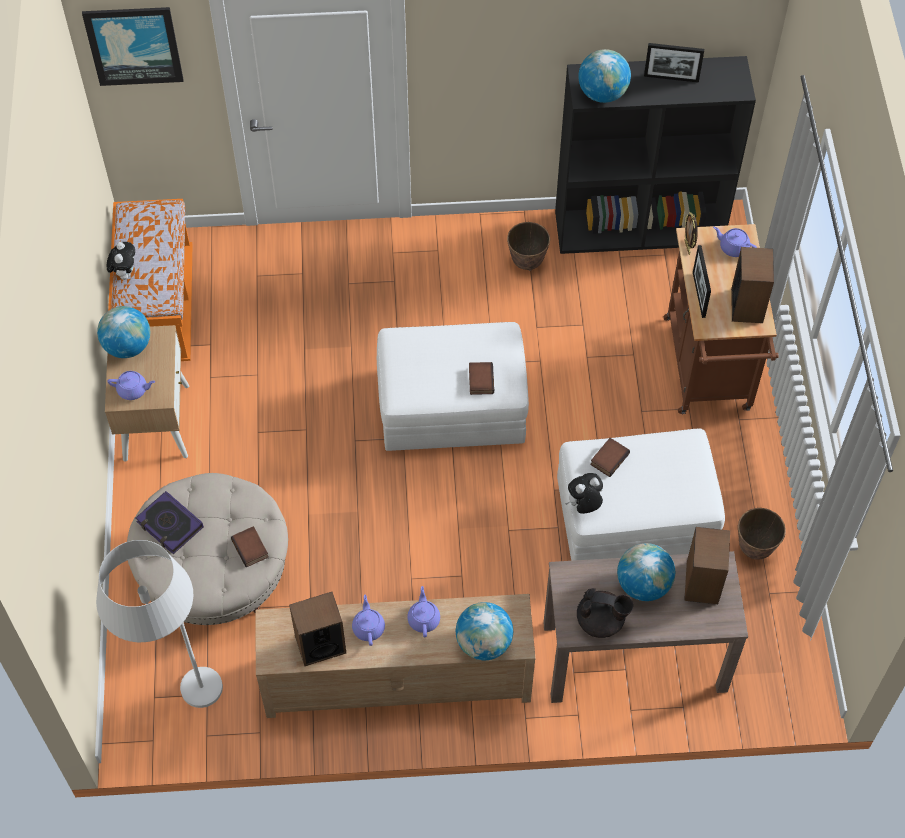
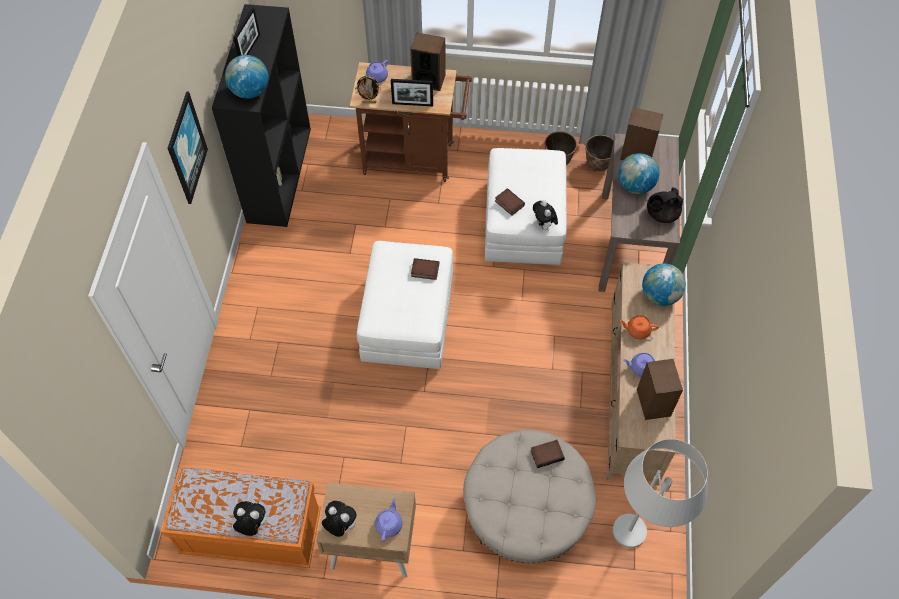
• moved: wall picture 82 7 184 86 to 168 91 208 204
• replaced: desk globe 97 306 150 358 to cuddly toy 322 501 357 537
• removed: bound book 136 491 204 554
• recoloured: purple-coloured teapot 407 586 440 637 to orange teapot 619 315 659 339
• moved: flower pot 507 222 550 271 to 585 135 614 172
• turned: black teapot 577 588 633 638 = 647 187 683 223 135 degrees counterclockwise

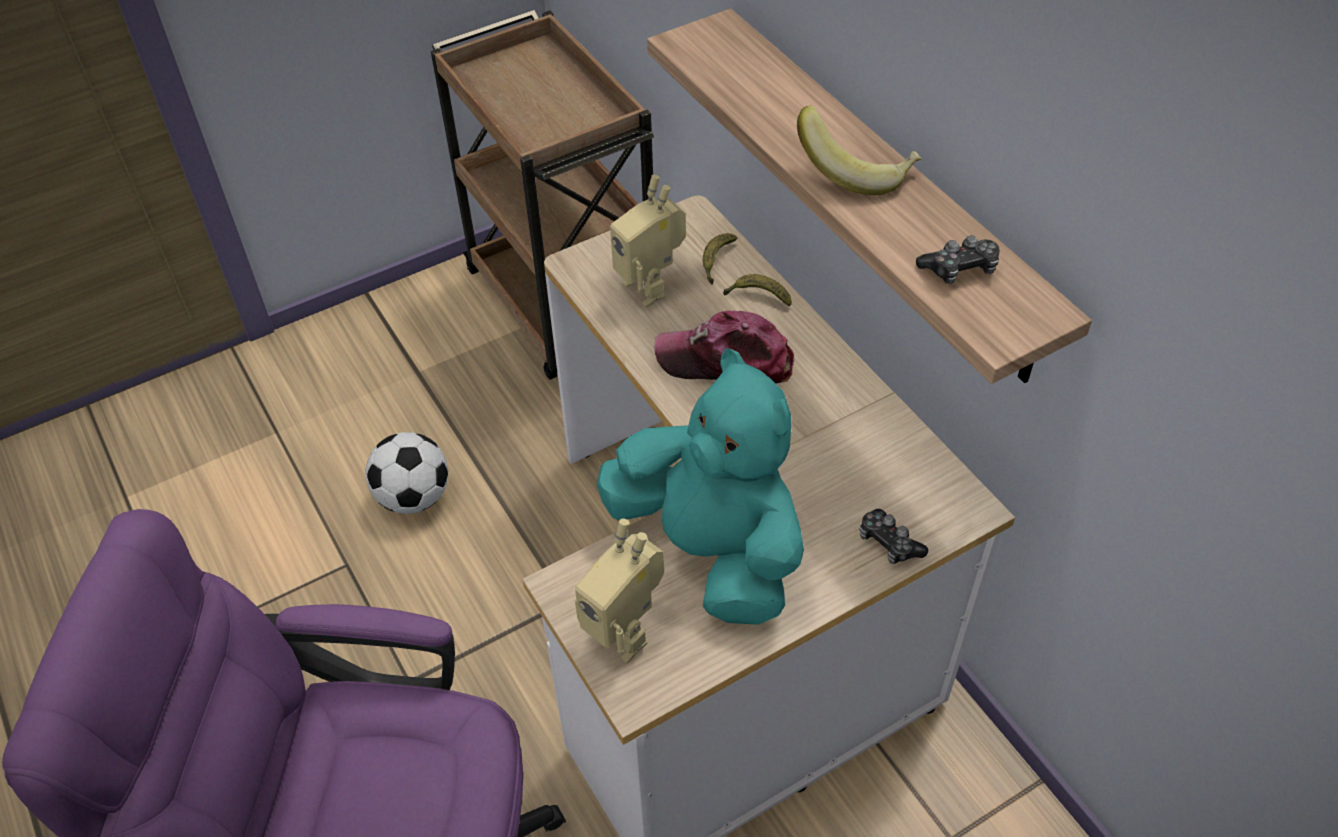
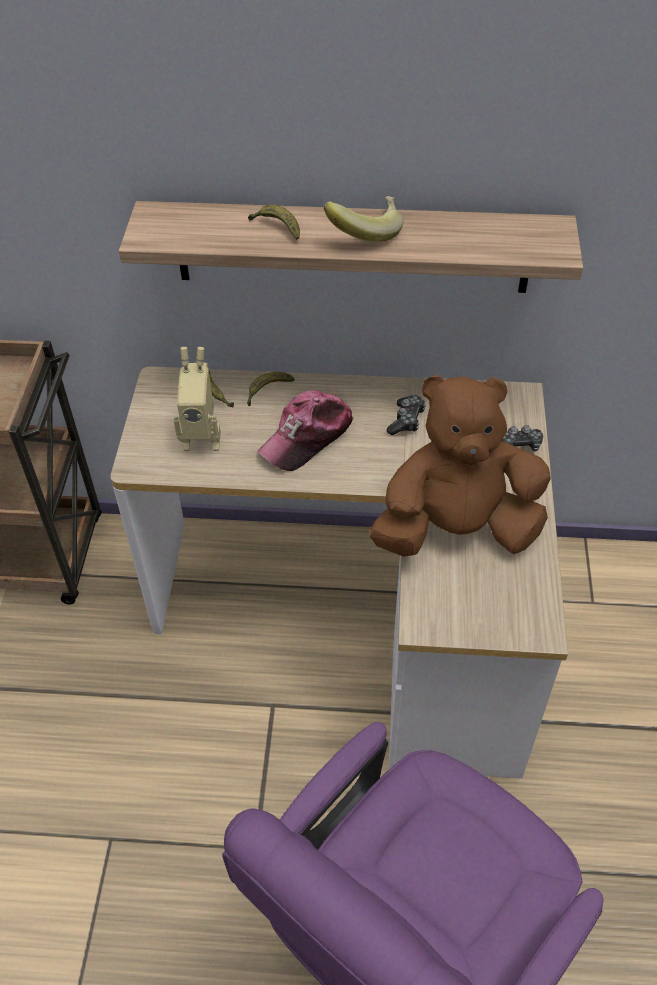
• removed: ball for football 365 432 449 514
• removed: robot figure 575 518 664 663
• recoloured: turquoise cuddly toy 597 348 804 625 to brownish cuddly toy 369 375 551 557
• moved: gamepad 916 235 1000 284 to 387 395 426 435
• added: whole banana 248 205 300 240

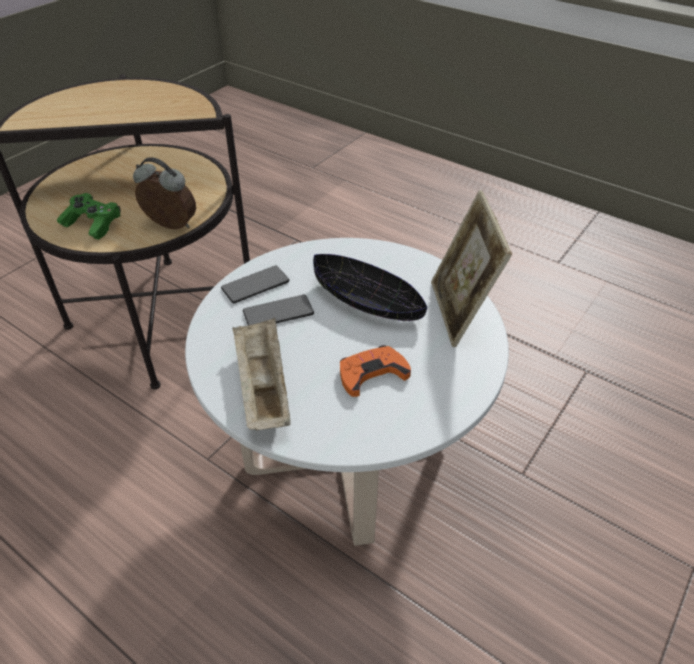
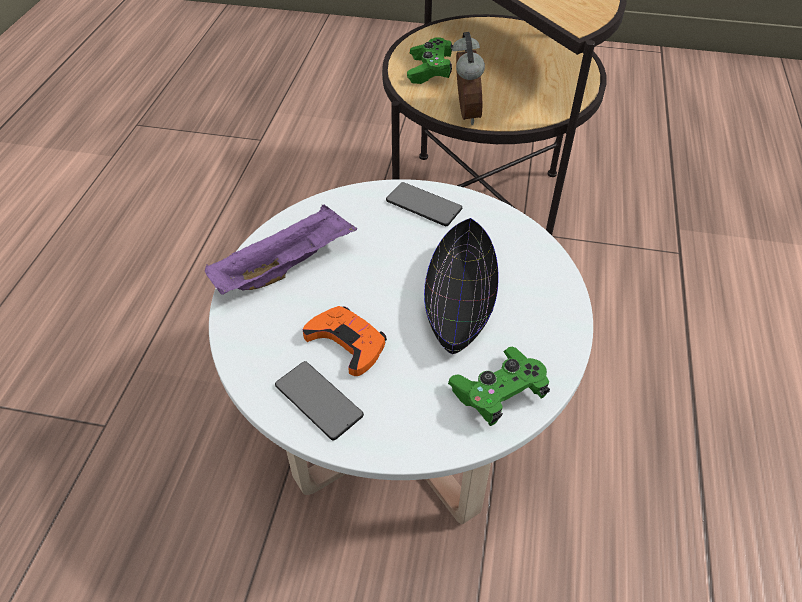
• recoloured: sand-coloured carrying tray 232 317 291 430 to purple-coloured carrying tray 205 204 357 295
• moved: phone 243 295 314 325 to 275 361 364 440
• replaced: standing frame 431 190 512 347 to greenish gamepad 448 347 550 426

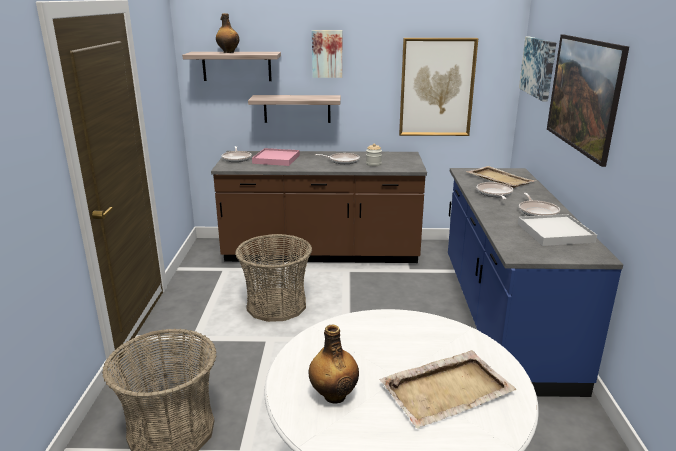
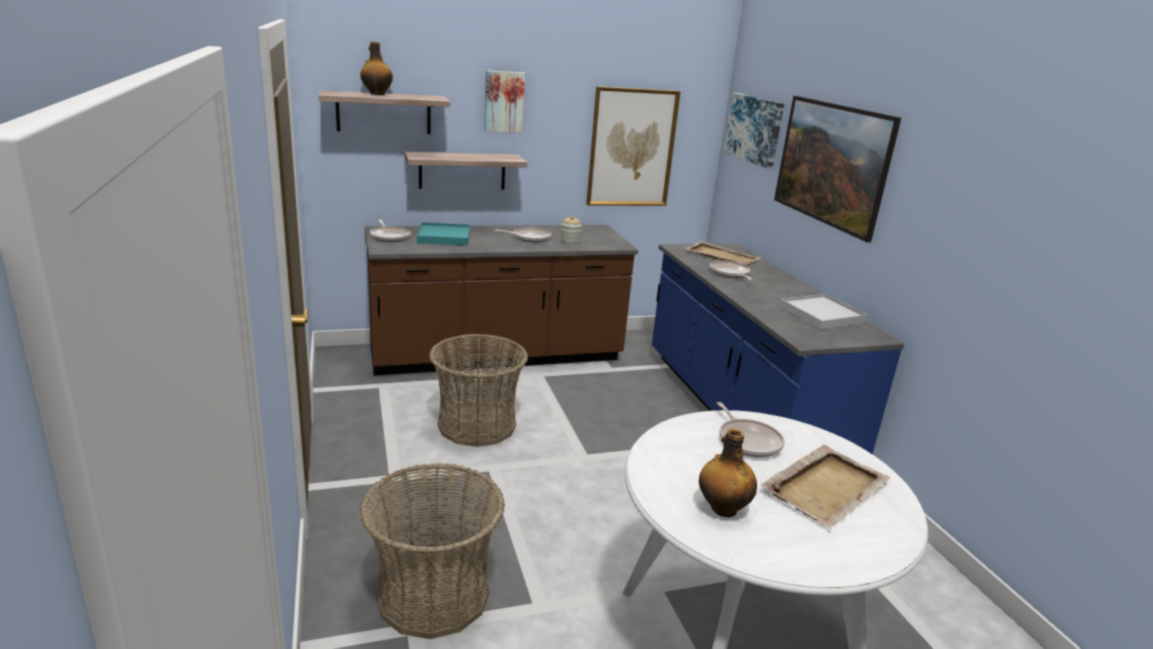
• recoloured: pinkish carrying tray 252 148 300 166 to turquoise carrying tray 417 222 470 246
• moved: pan 519 193 560 216 to 717 402 785 458

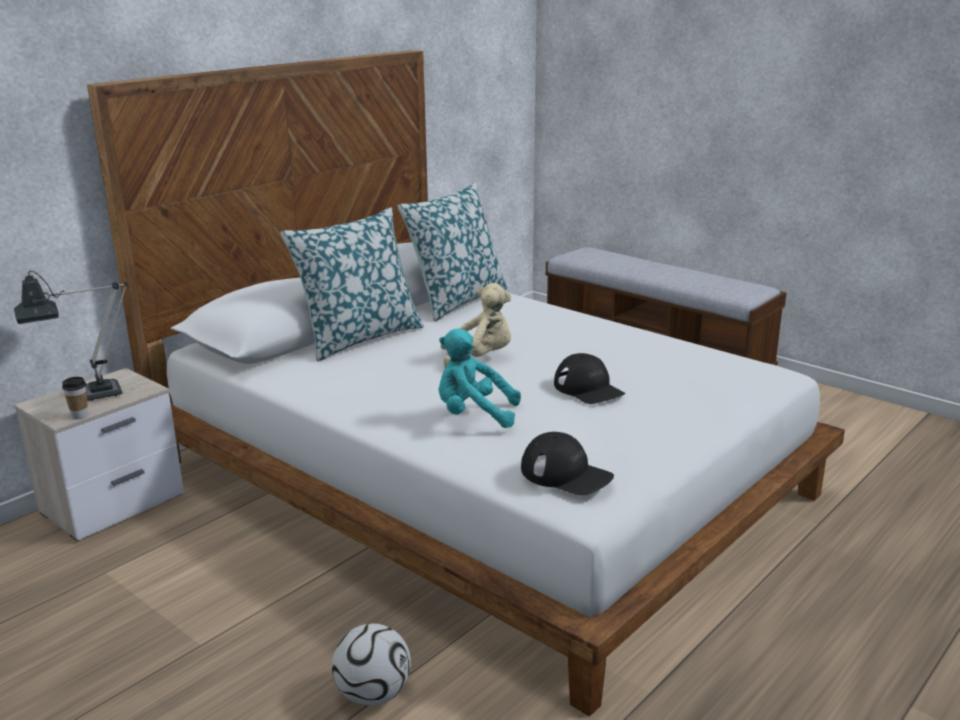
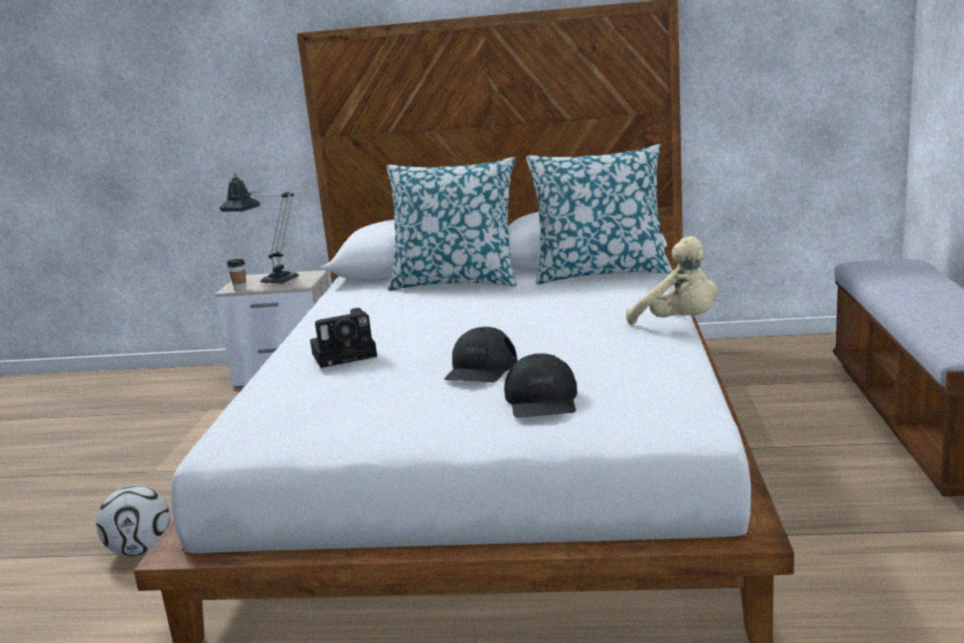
• replaced: turquoise cuddly toy 438 329 521 428 to photo camera 310 308 377 368
• moved: sand-coloured cuddly toy 441 283 511 368 to 626 236 718 325
• moved: black cap 521 432 614 495 to 504 353 577 418

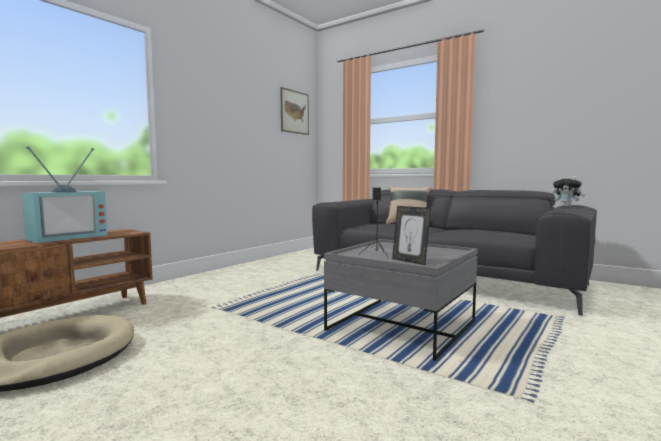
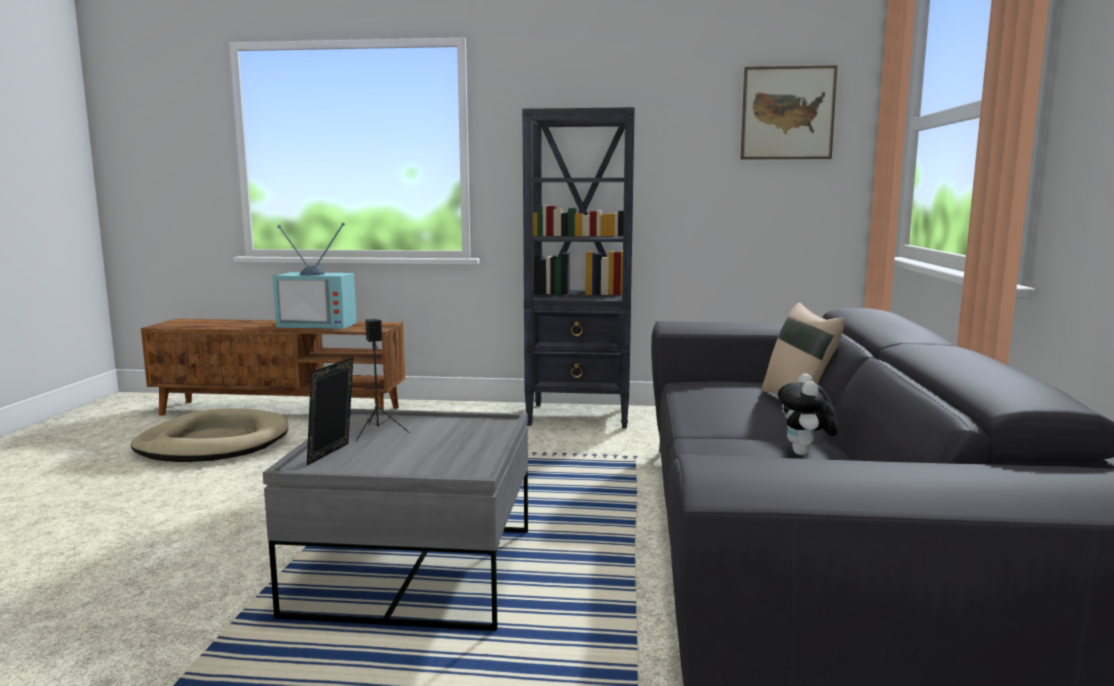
• moved: cuddly toy 553 176 585 207 to 778 373 838 455
• added: black bookcase 522 107 635 429

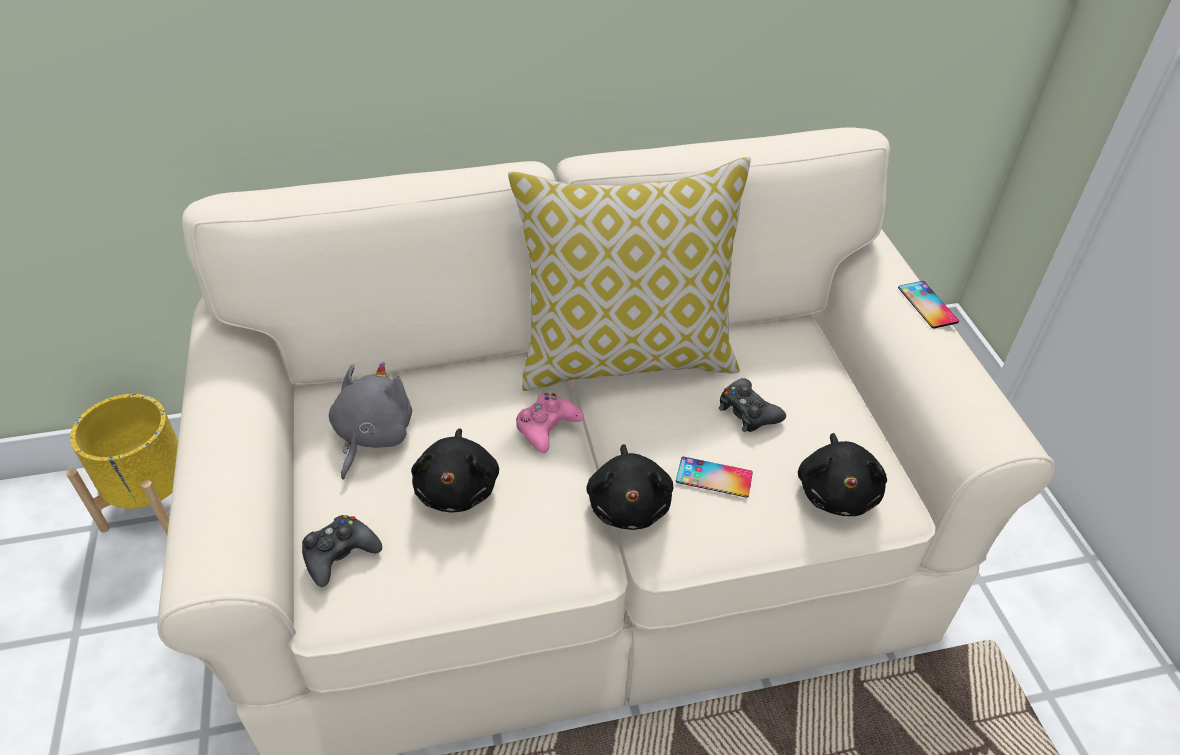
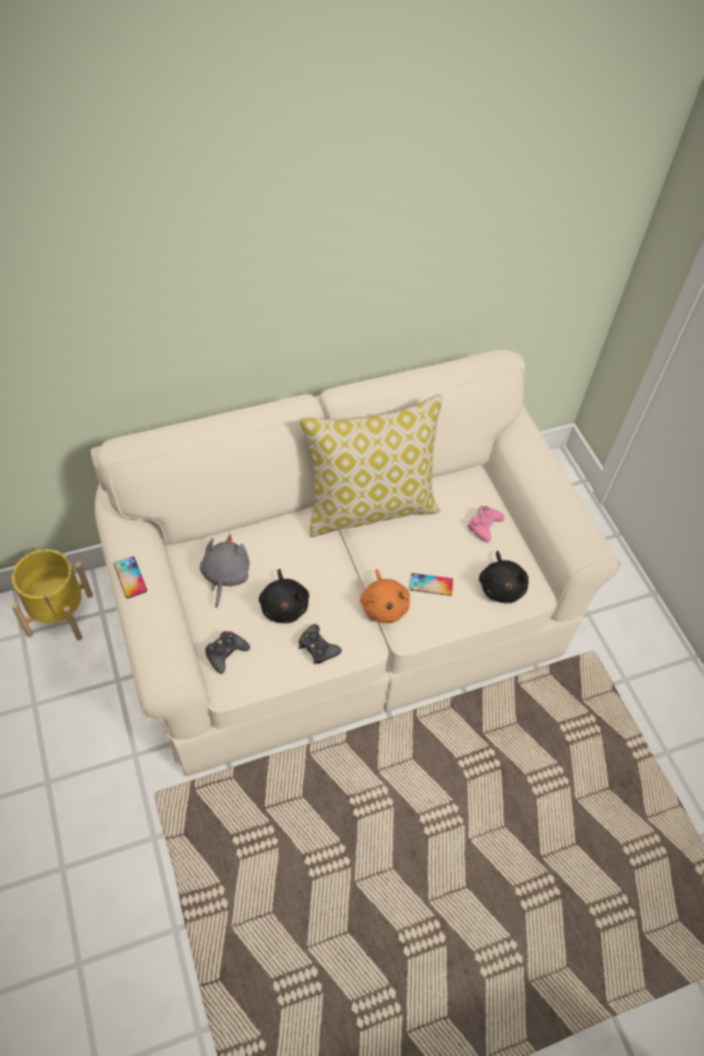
• moved: pinkish gamepad 516 393 584 453 to 467 506 505 543
• recoloured: black cuddly toy 586 444 673 530 to orange cuddly toy 360 569 410 623
• moved: black gamepad 719 378 786 432 to 299 624 342 665
• moved: phone 898 281 959 328 to 114 556 147 598

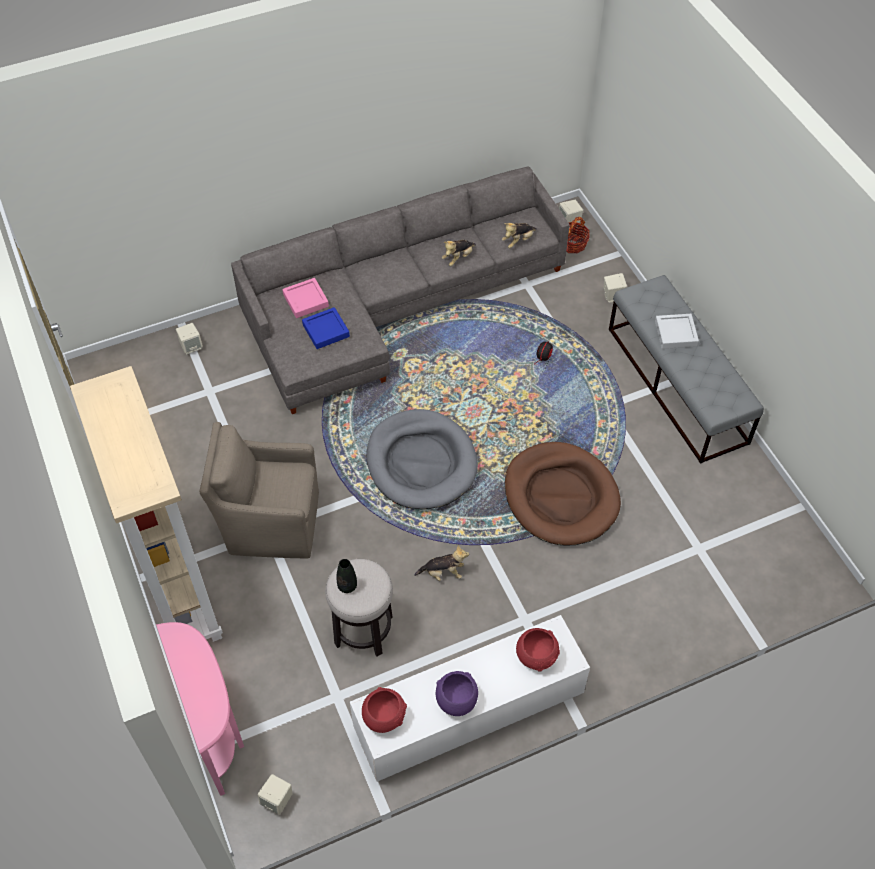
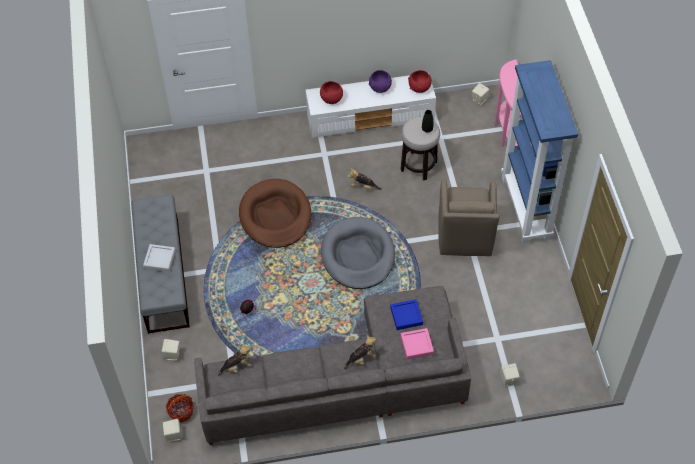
• recoloured: sand-coloured bookcase 70 366 223 642 to blue bookcase 501 60 578 244
• turned: brownish armchair 199 422 319 559 = 438 180 500 256 75 degrees clockwise
• moved: cuddly toy 442 240 476 266 to 344 335 376 369

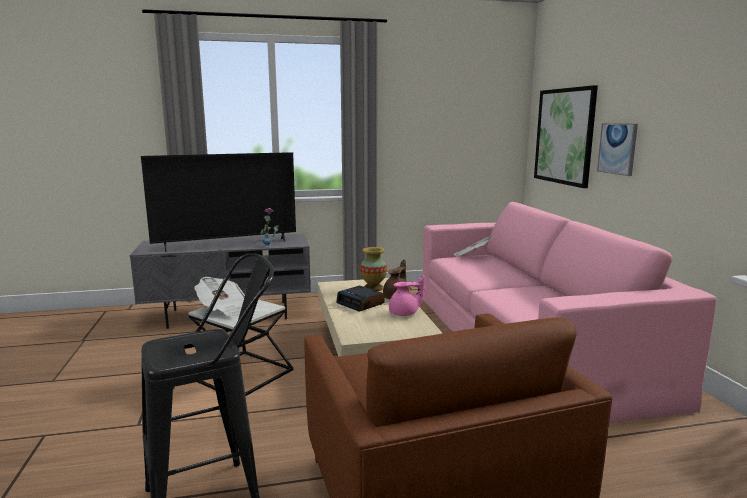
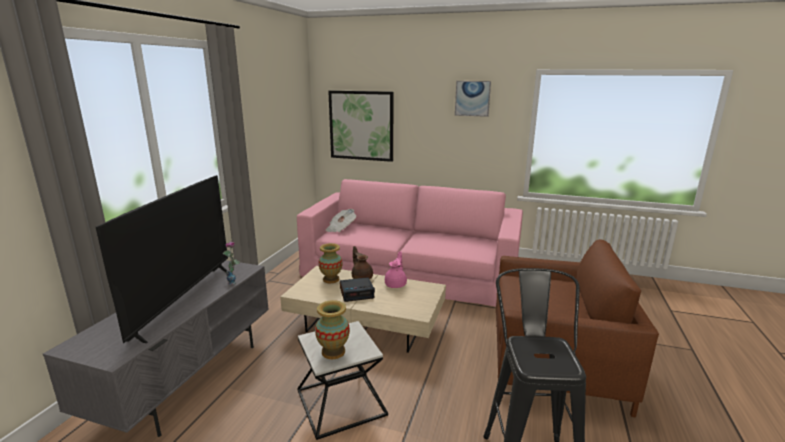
• replaced: daily paper 194 277 245 318 to decorative vase 315 300 350 359
• moved: wall picture 597 123 638 176 to 455 81 491 117

